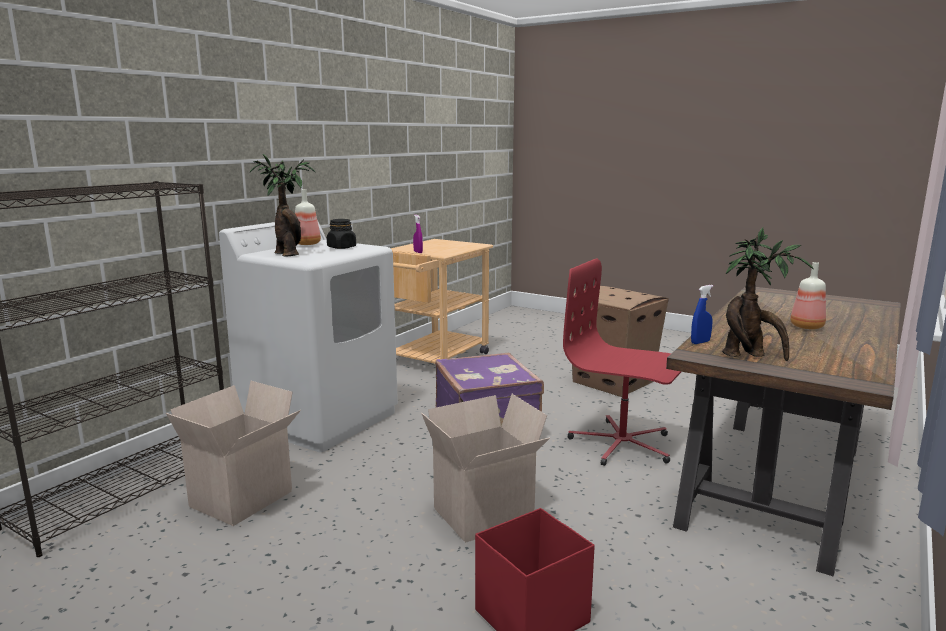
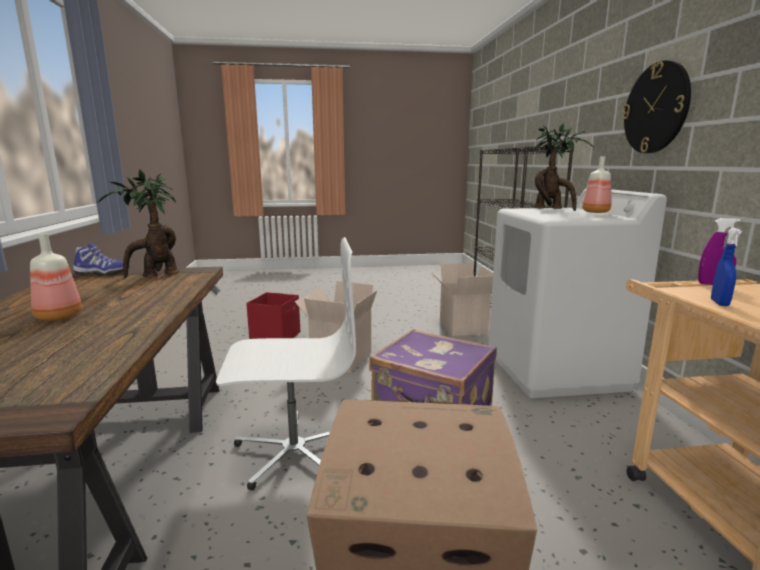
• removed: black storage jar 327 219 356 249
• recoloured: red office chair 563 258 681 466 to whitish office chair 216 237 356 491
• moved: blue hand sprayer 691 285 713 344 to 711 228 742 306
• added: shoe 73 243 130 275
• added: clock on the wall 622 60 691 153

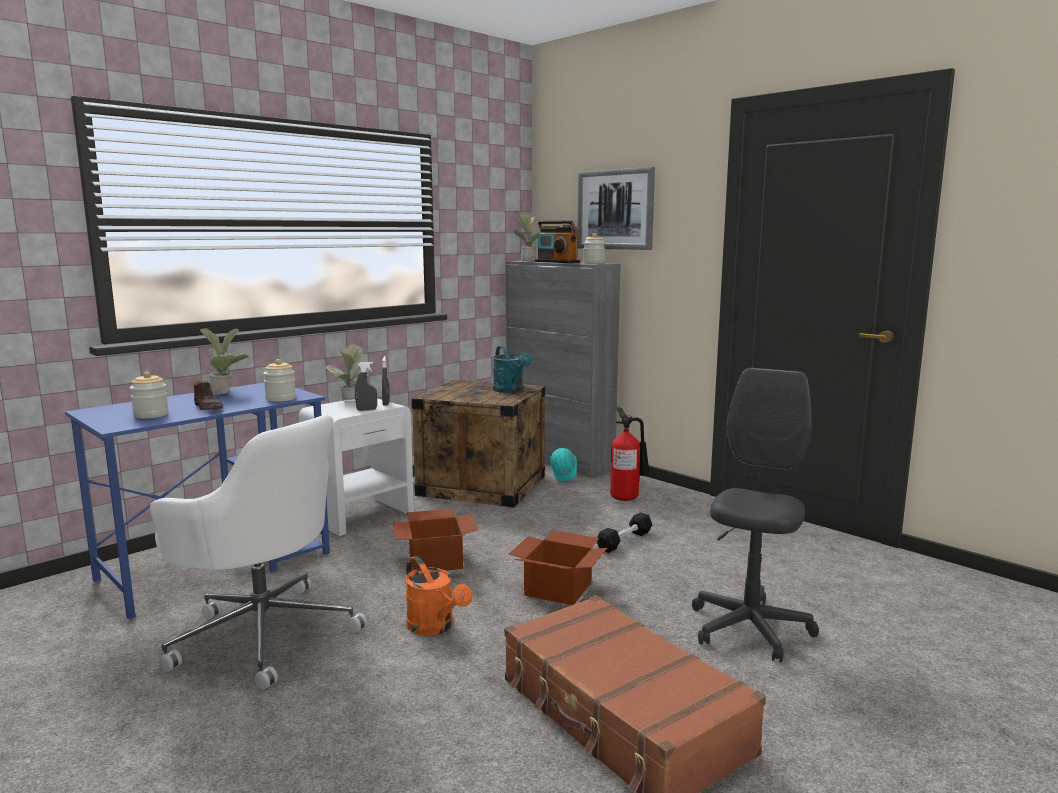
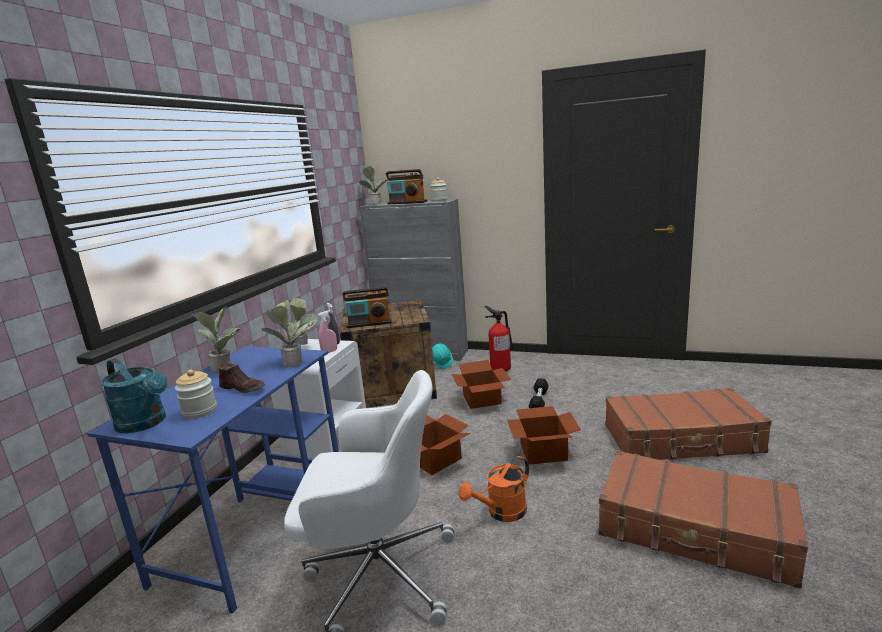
• replaced: storage jar 263 359 296 402 to houseplant 262 300 314 368
• recoloured: grey hand sprayer 355 362 377 411 to pinkish hand sprayer 319 310 337 353
• turned: orange watering can 405 556 472 636 = 459 456 529 522 120 degrees clockwise
• moved: turquoise watering can 493 346 532 393 to 101 358 168 433
• removed: wall picture 577 167 655 250
• replaced: grey office chair 692 368 819 663 to brownish travel case 605 388 772 460
• added: radio set 343 287 392 328
• added: packing box 452 360 511 409

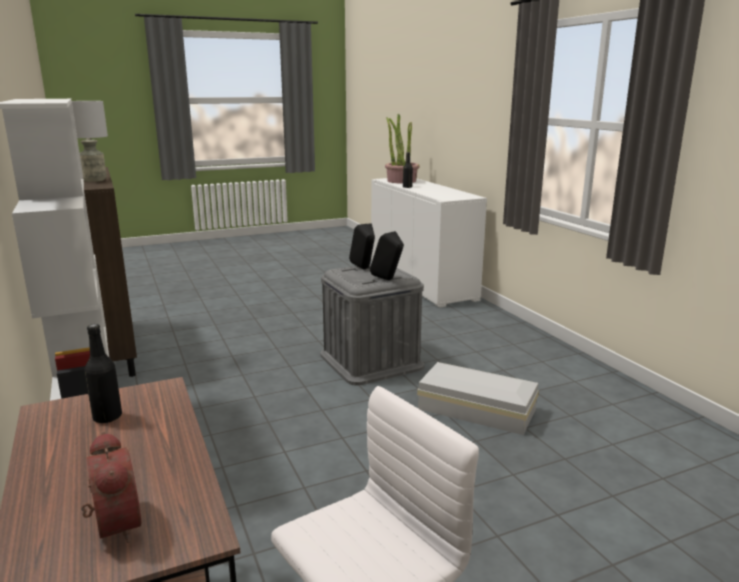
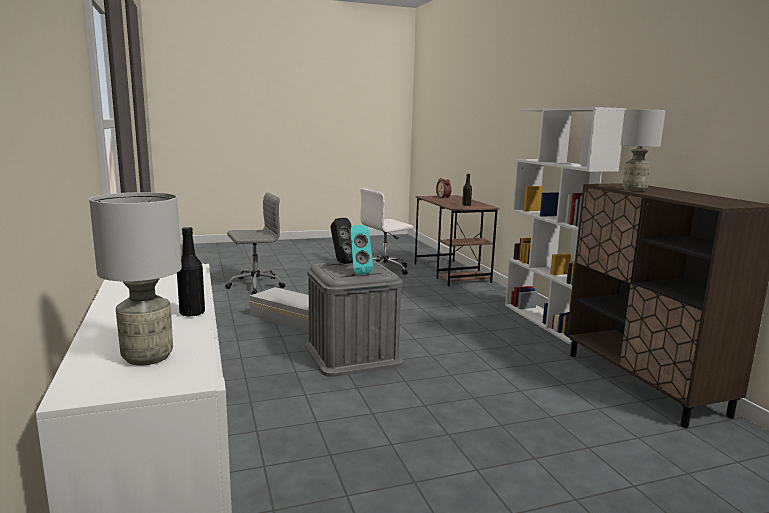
• recoloured: black loudspeaker 349 223 375 270 to turquoise loudspeaker 350 225 373 274
• replaced: houseplant 385 114 420 183 to grey lamp for a table 89 192 182 366
• added: grey office chair 225 192 285 294

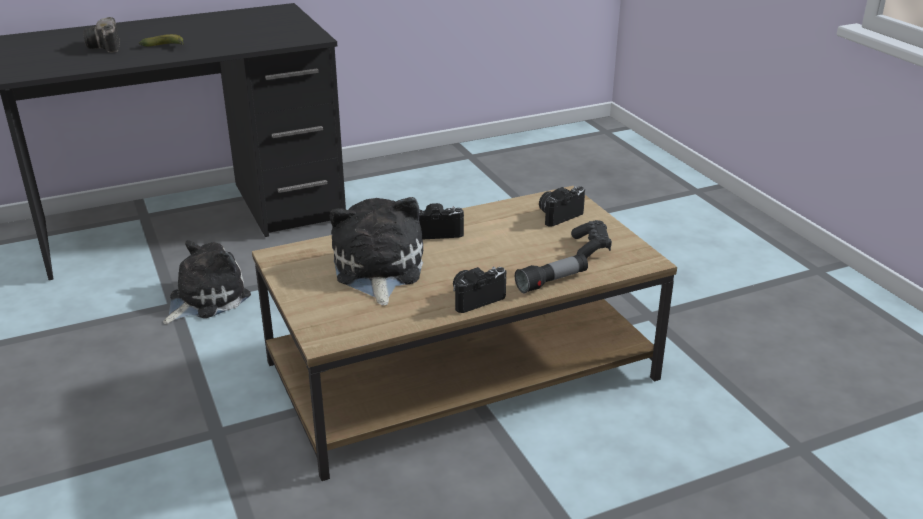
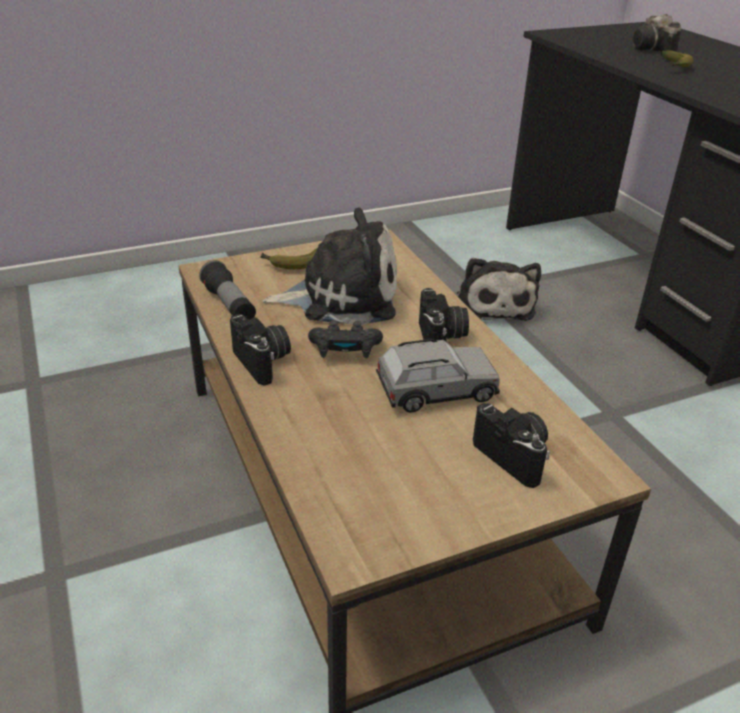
• turned: photo camera 83 17 120 53 = 633 14 681 52 90 degrees counterclockwise
• turned: cuddly toy 163 240 251 325 = 457 258 541 321 45 degrees clockwise
• moved: flashlight 515 253 588 293 to 199 260 256 320
• moved: black gamepad 571 220 612 259 to 308 320 383 359
• added: whole banana 260 248 317 269
• added: grey miniature car 376 339 500 412

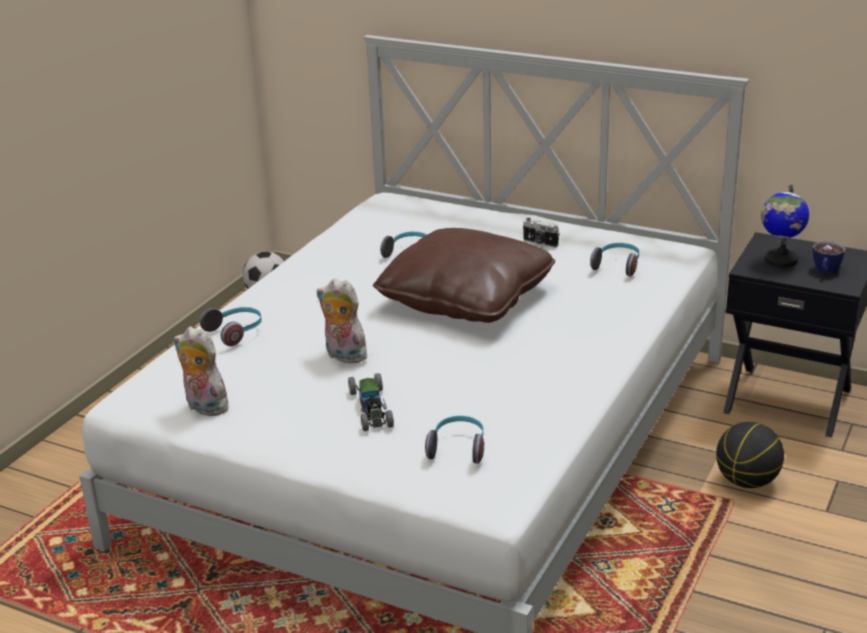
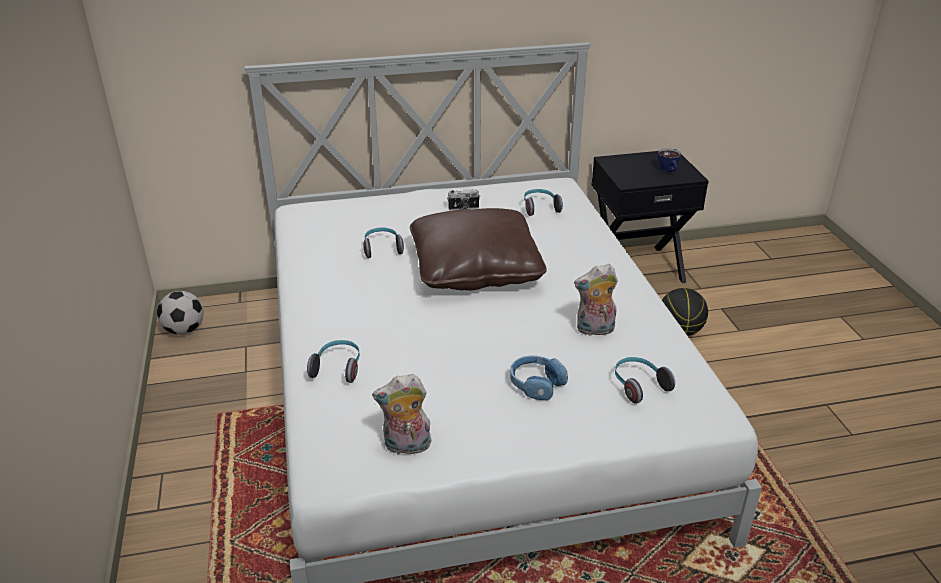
• moved: cuddly toy 317 278 371 363 to 574 264 618 336
• replaced: miniature car 348 373 394 431 to blue pair of headphones 510 355 568 400
• removed: desk globe 761 184 809 268

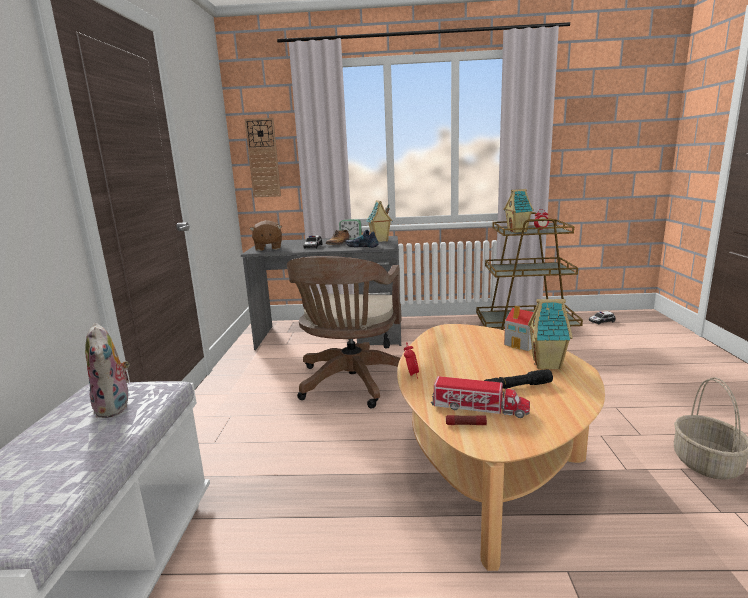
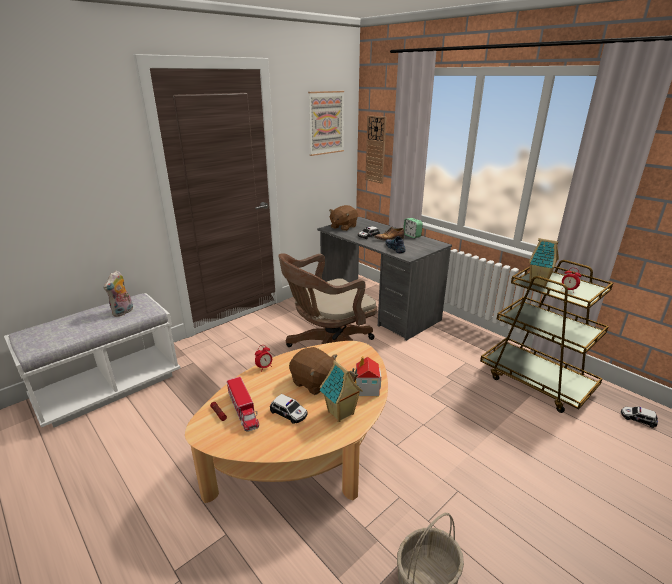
• removed: toy house 366 200 393 242
• replaced: black flashlight 484 370 553 389 to miniature car 270 394 307 424
• added: brownish cuddly toy 289 347 337 395
• added: wall picture 308 91 344 156

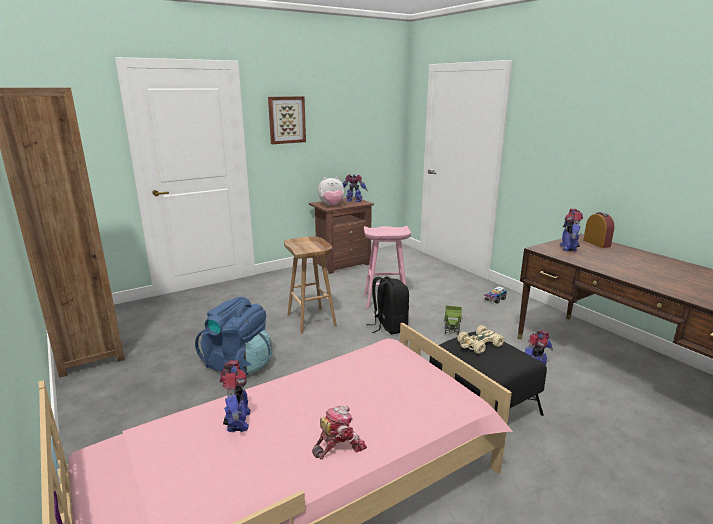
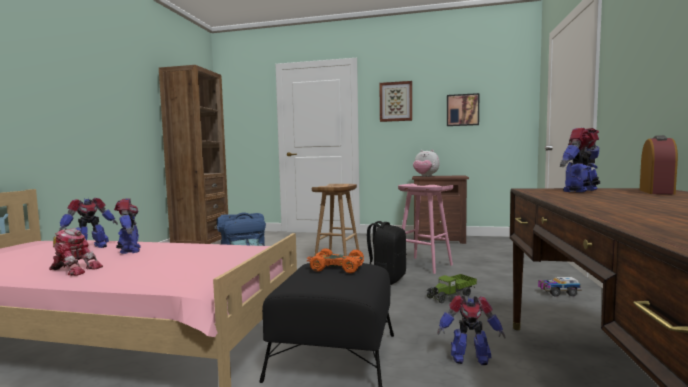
• moved: robot figure 343 174 368 202 to 114 198 141 254
• recoloured: sand-coloured miniature car 458 325 504 354 to orange miniature car 306 248 364 273
• added: wall picture 447 93 479 126

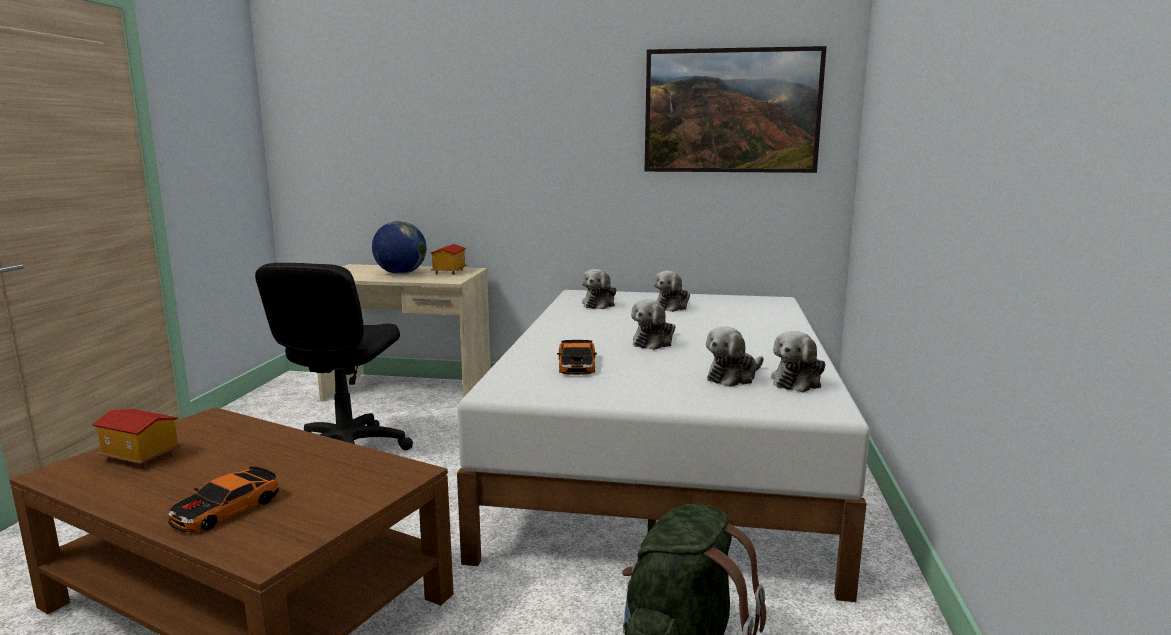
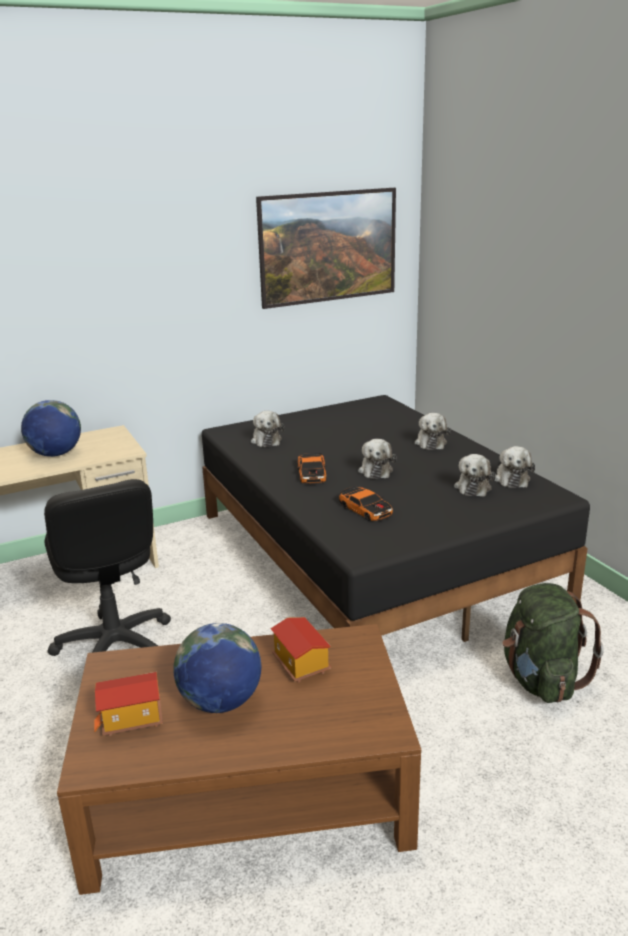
• moved: miniature car 168 466 279 532 to 298 453 327 484
• moved: toy house 431 244 467 275 to 270 617 331 683
• recoloured: whitish bed 457 290 870 602 to black bed 202 395 590 642
• moved: cuddly toy 654 271 690 312 to 414 413 450 450
• added: desk globe 173 623 261 713

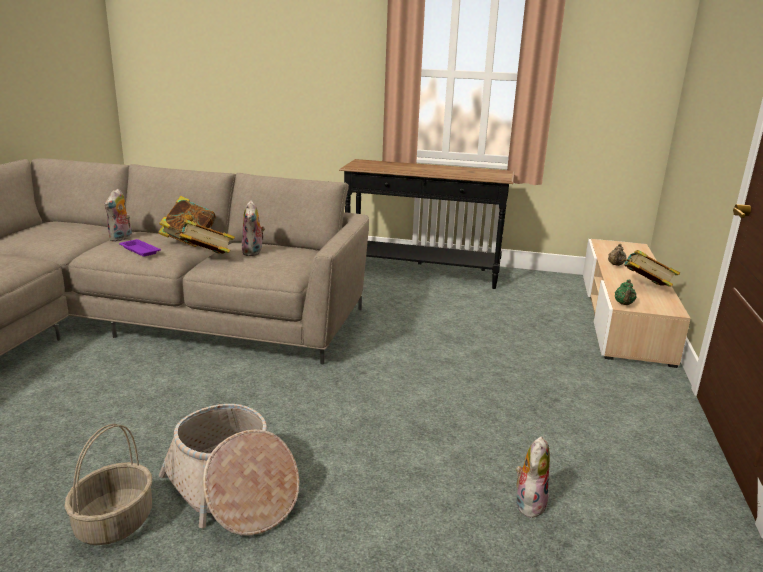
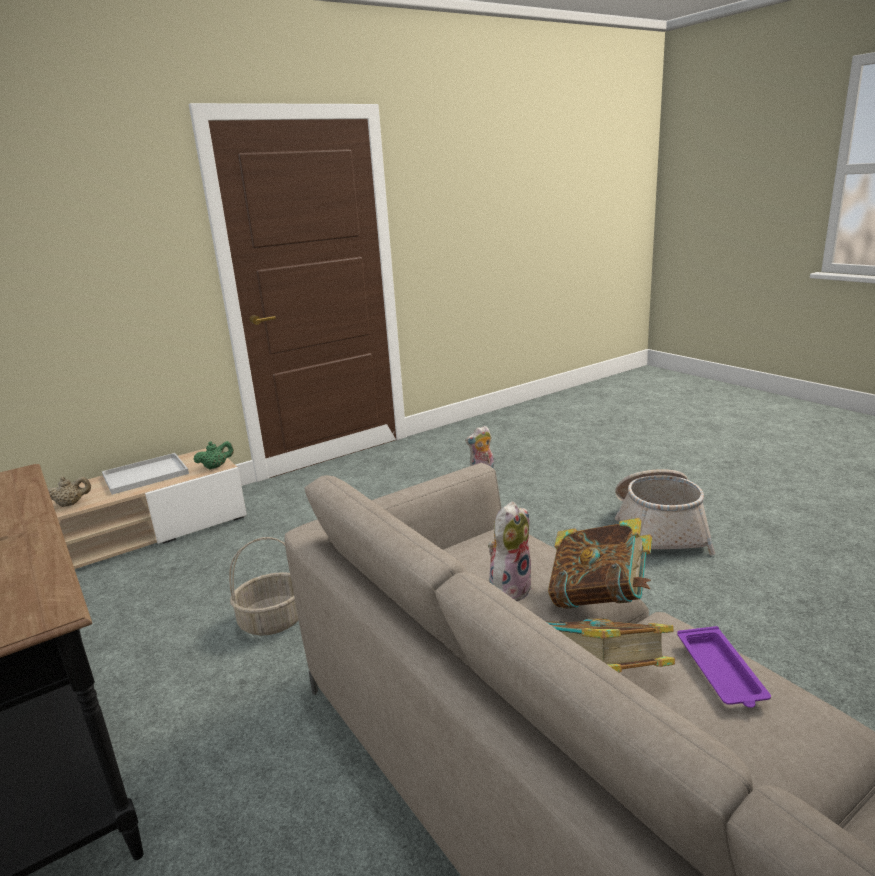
• moved: basket 64 424 152 545 to 229 537 298 636
• removed: cuddly toy 105 189 132 242
• replaced: bound book 621 250 680 286 to whitish carrying tray 102 453 189 495

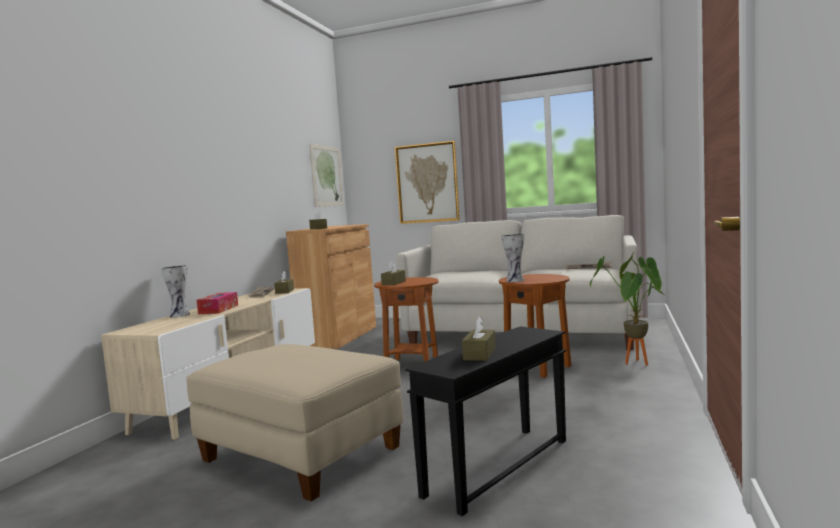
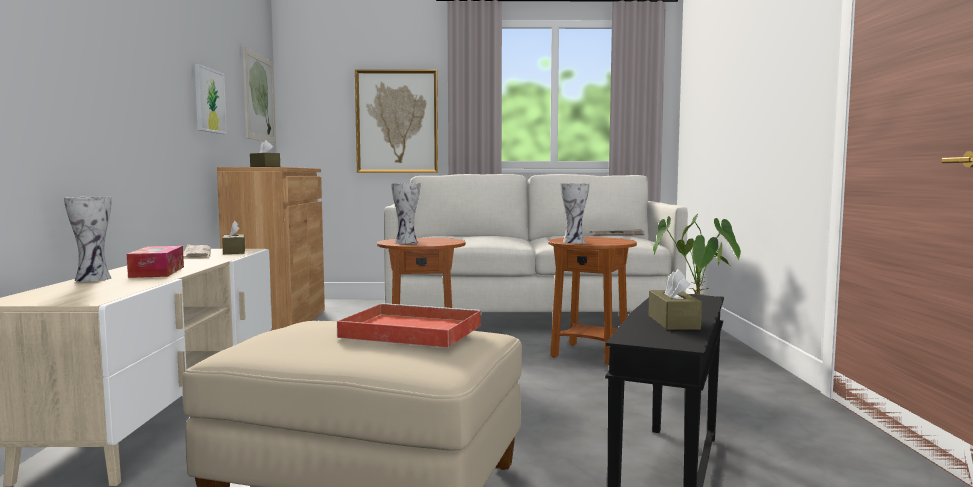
• replaced: brownish box of tissues 381 261 406 285 to decorative vase 391 183 420 244
• added: wall picture 195 64 227 134
• added: red carrying tray 337 303 482 348

